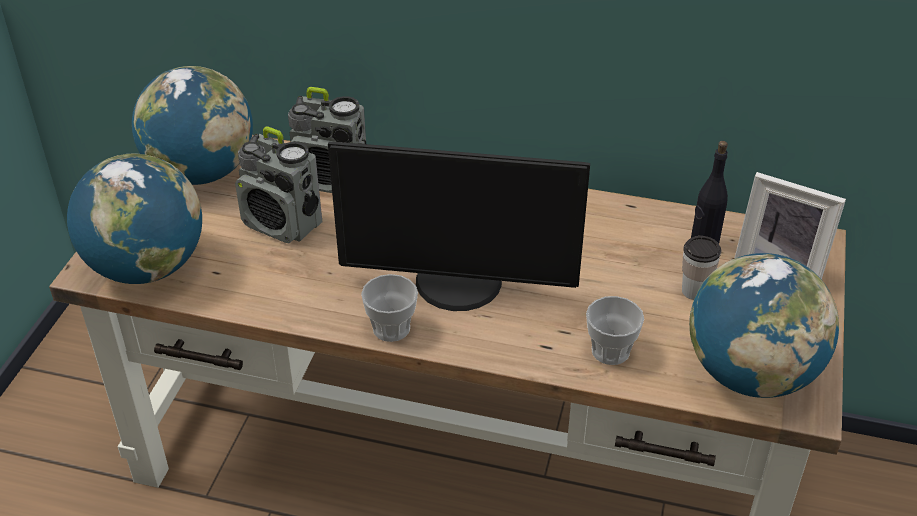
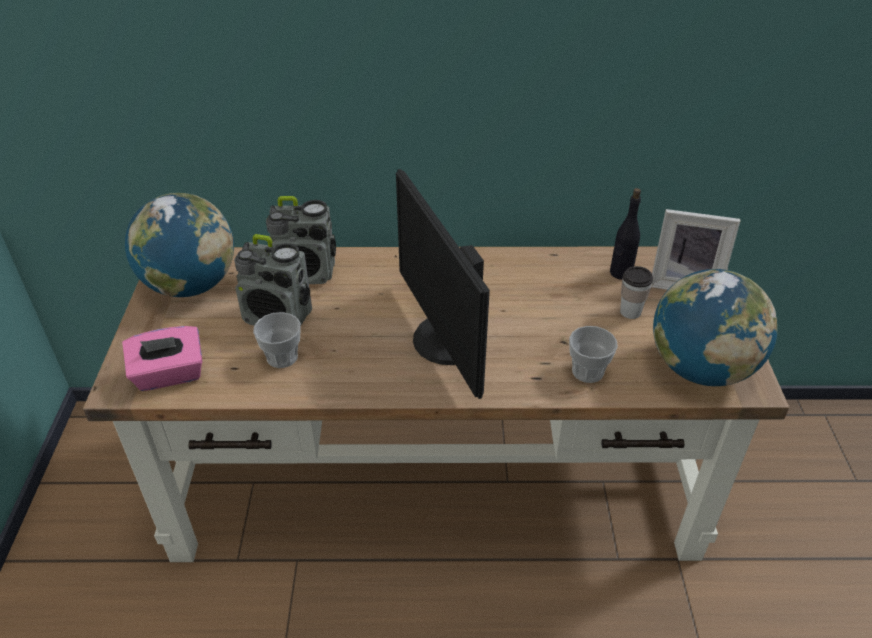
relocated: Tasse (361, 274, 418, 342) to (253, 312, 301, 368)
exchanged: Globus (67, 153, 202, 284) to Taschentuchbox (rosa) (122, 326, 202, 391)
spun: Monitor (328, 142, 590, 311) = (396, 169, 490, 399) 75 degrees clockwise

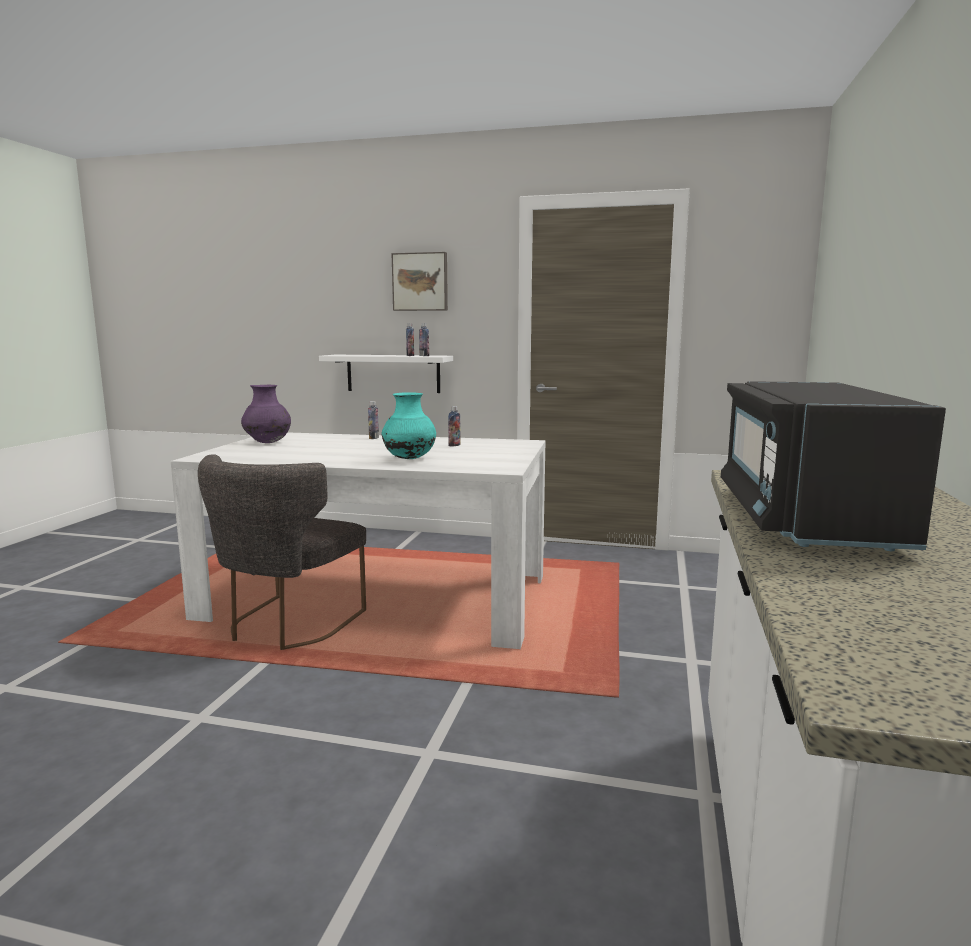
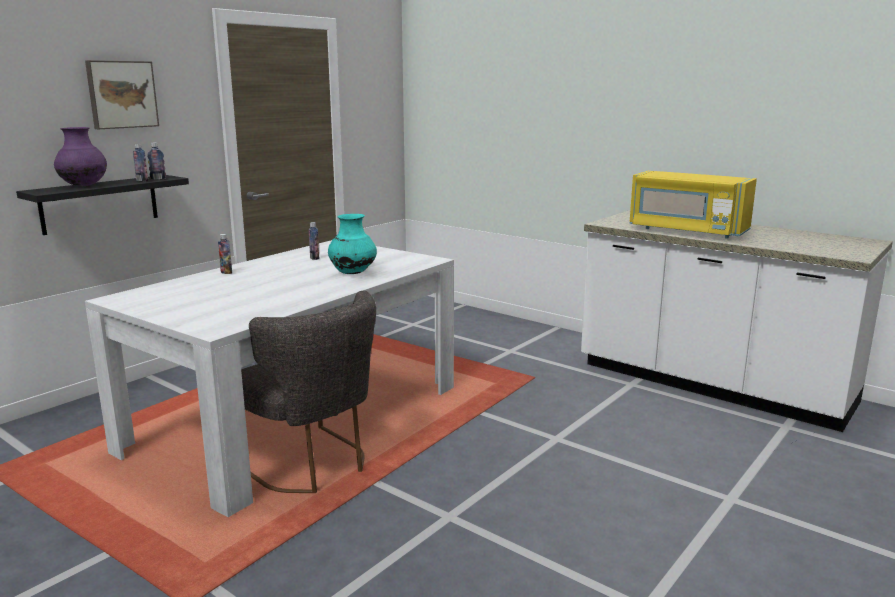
relocated: Vase (lila) (241, 385, 291, 443) to (54, 127, 107, 186)
colour: Wandregal (weiß) (319, 355, 453, 393) to Wandregal (schwarz) (16, 175, 189, 235); Mikrowelle (schwarz) (721, 381, 946, 551) to Mikrowelle (gelb) (629, 171, 757, 239)

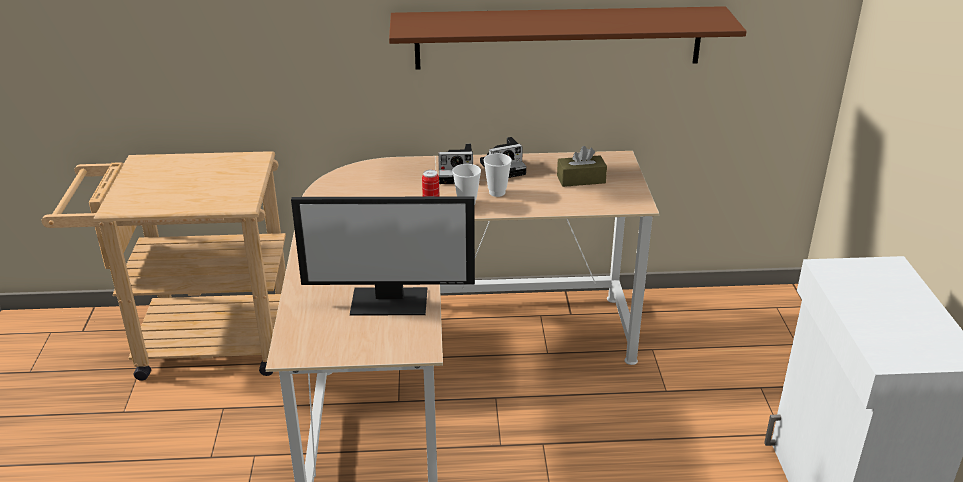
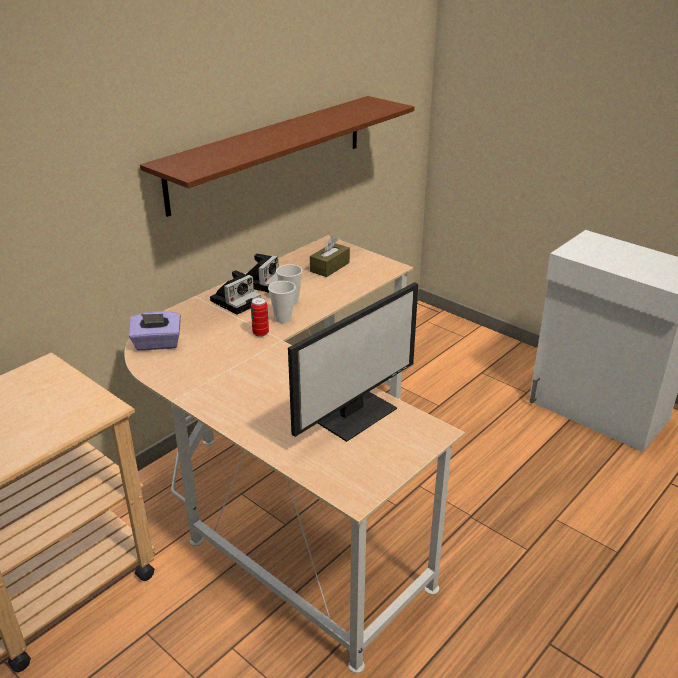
appeared: Taschentuchbox (lila) (129, 311, 181, 351)

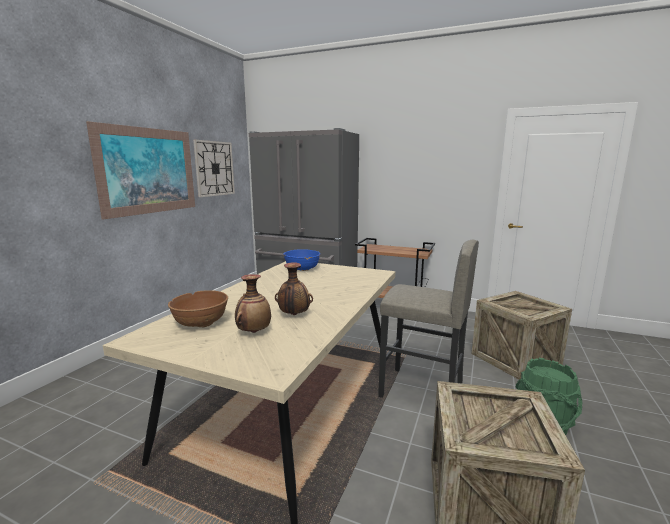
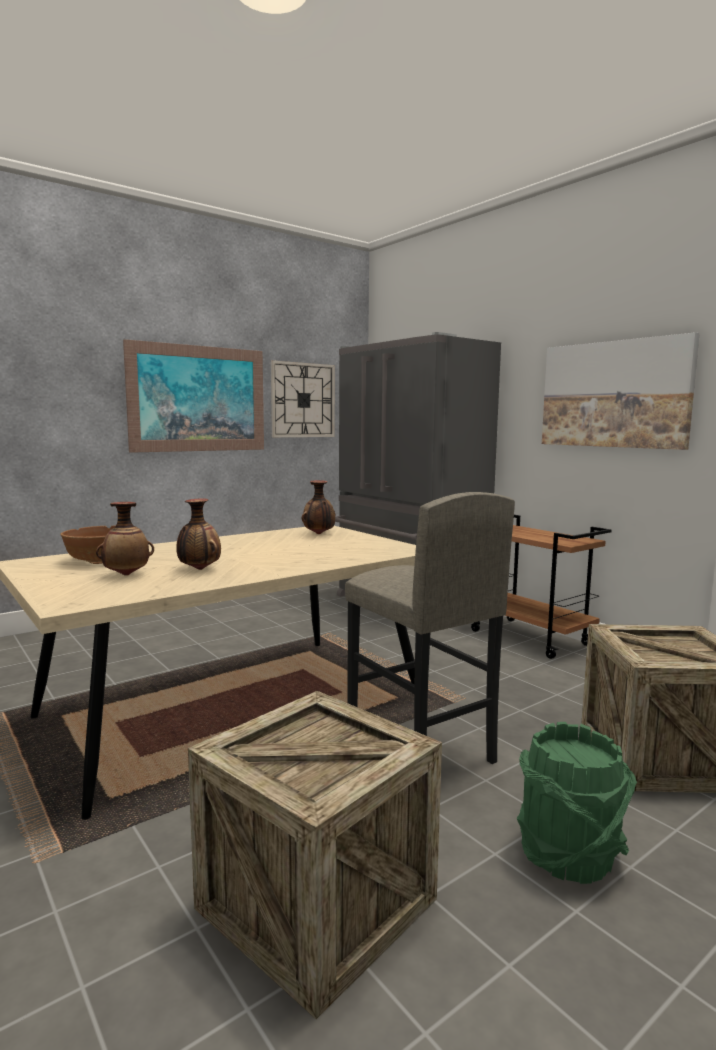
appeared: Bild (542, 332, 700, 450)
exchanged: Schüssel (blau) (283, 249, 321, 271) to Vase (302, 480, 335, 534)

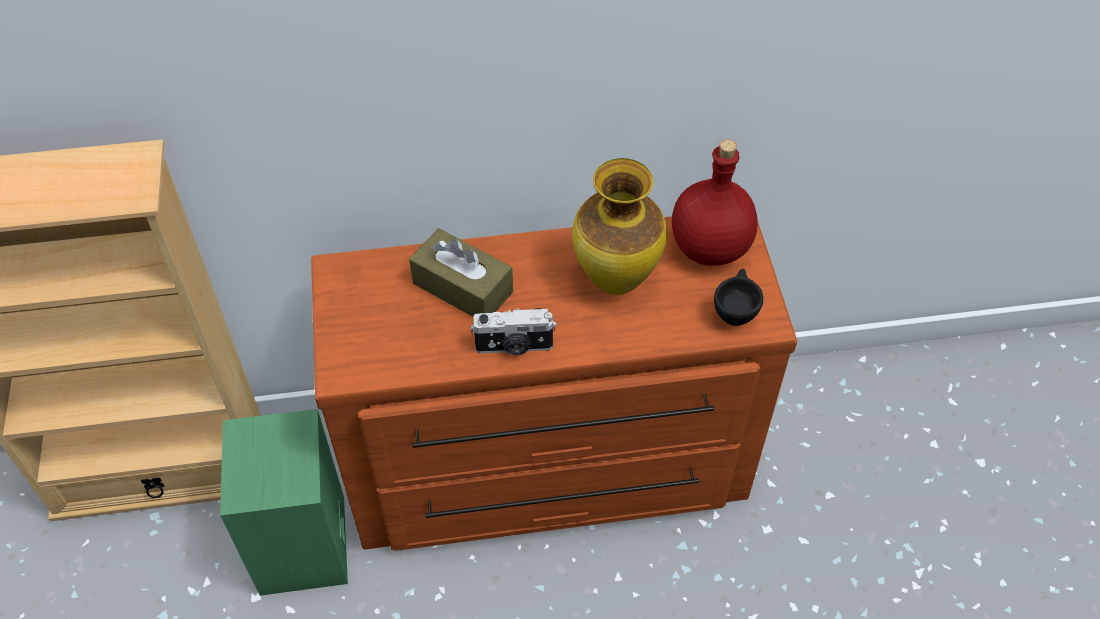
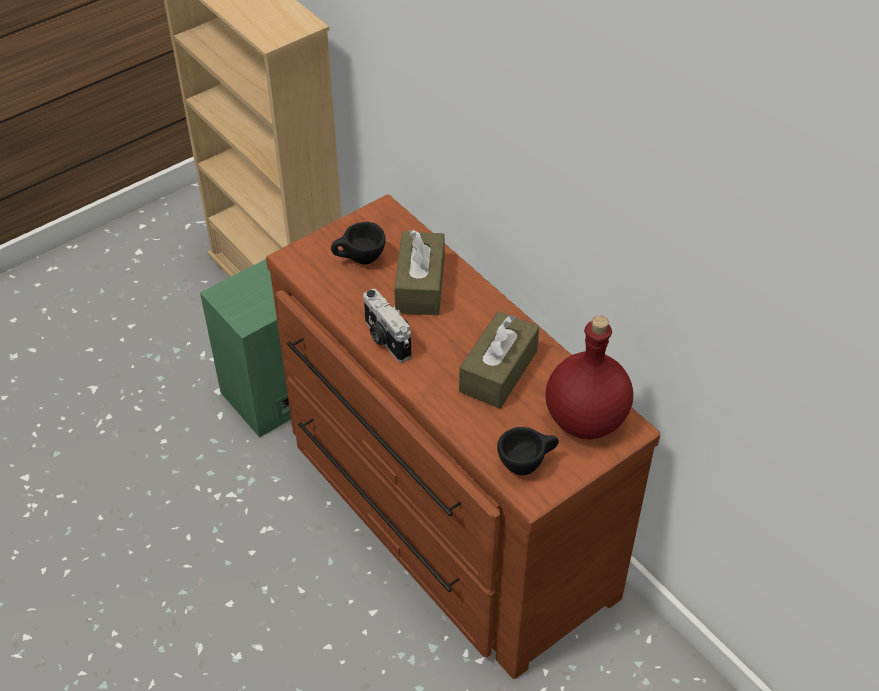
appeared: Tasse (schwarz) (331, 222, 386, 265)
exchanged: Vase (572, 158, 667, 295) to Taschentuchbox (braun) (459, 311, 539, 409)

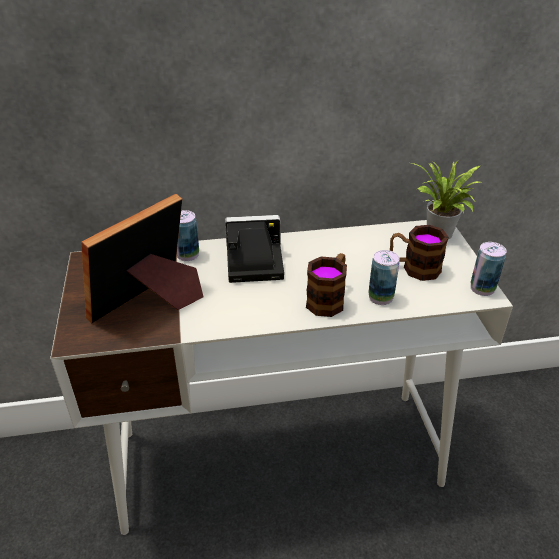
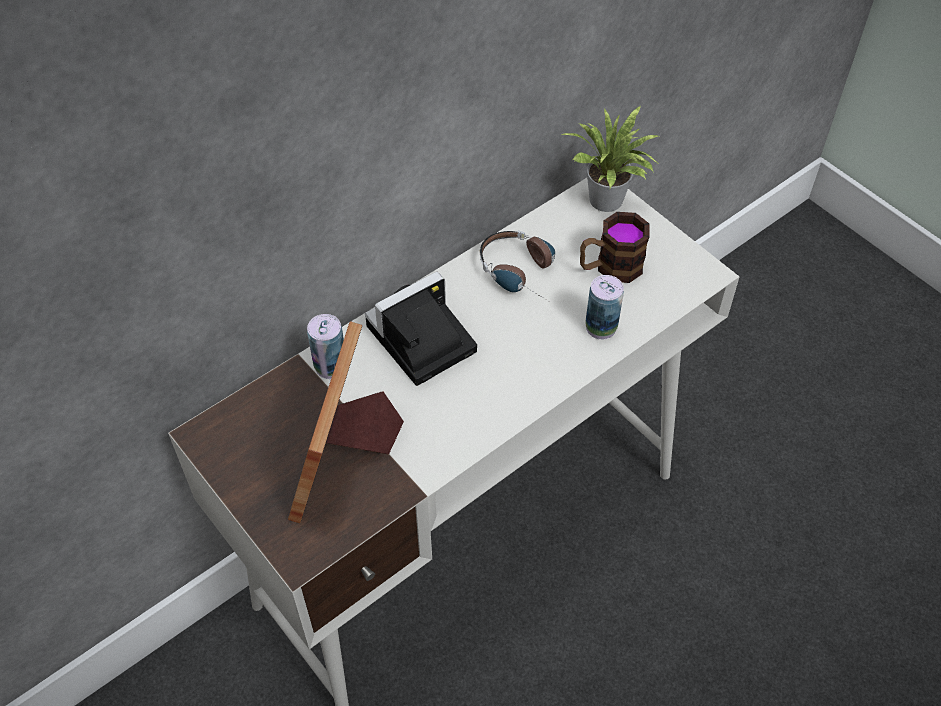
missing: Henkelbecher (306, 253, 347, 317); Dose (471, 242, 507, 296)
appeared: Kopfhörer (479, 230, 555, 296)

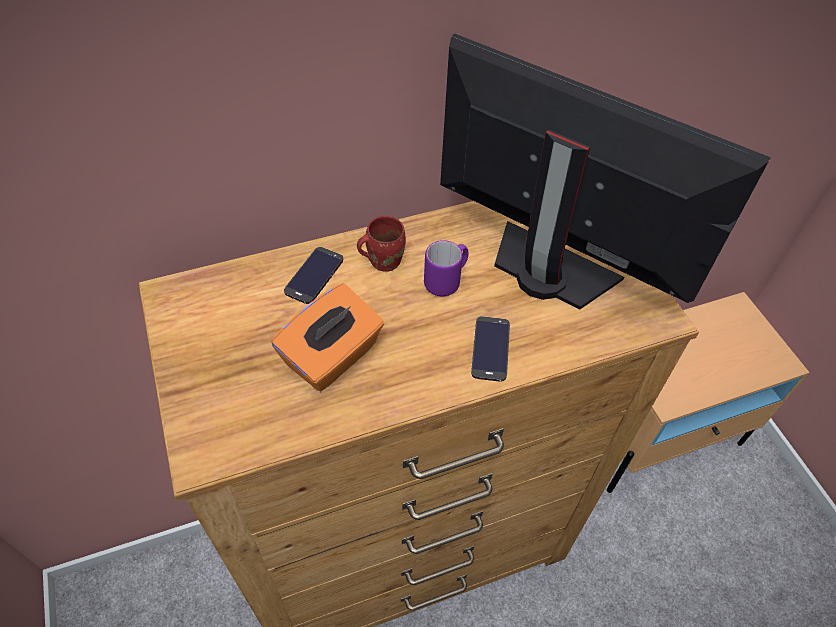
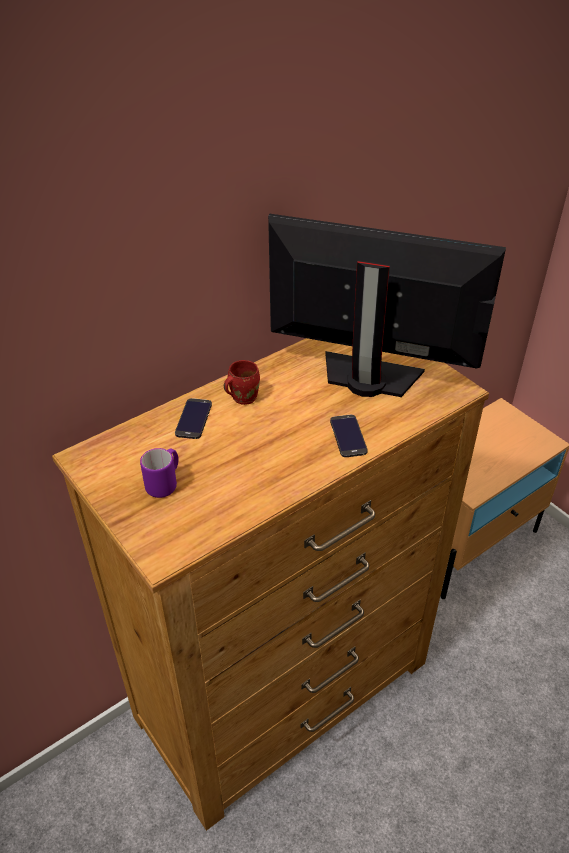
missing: Taschentuchbox (orange) (271, 284, 384, 391)
relocated: Henkelbecher (lila) (424, 240, 469, 296) to (140, 448, 179, 498)

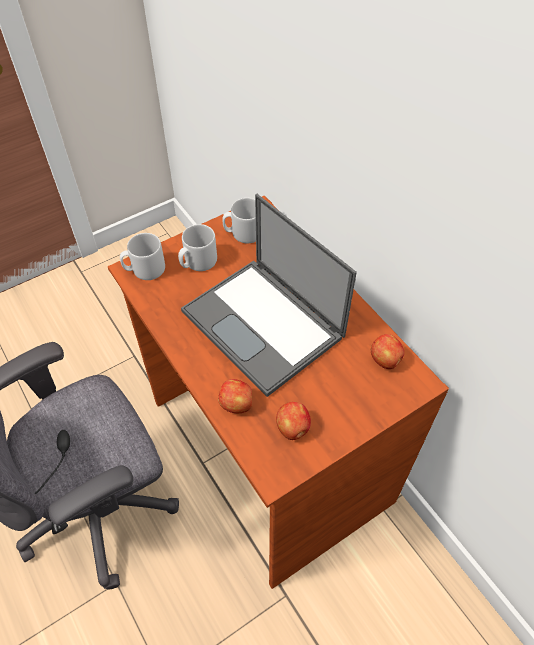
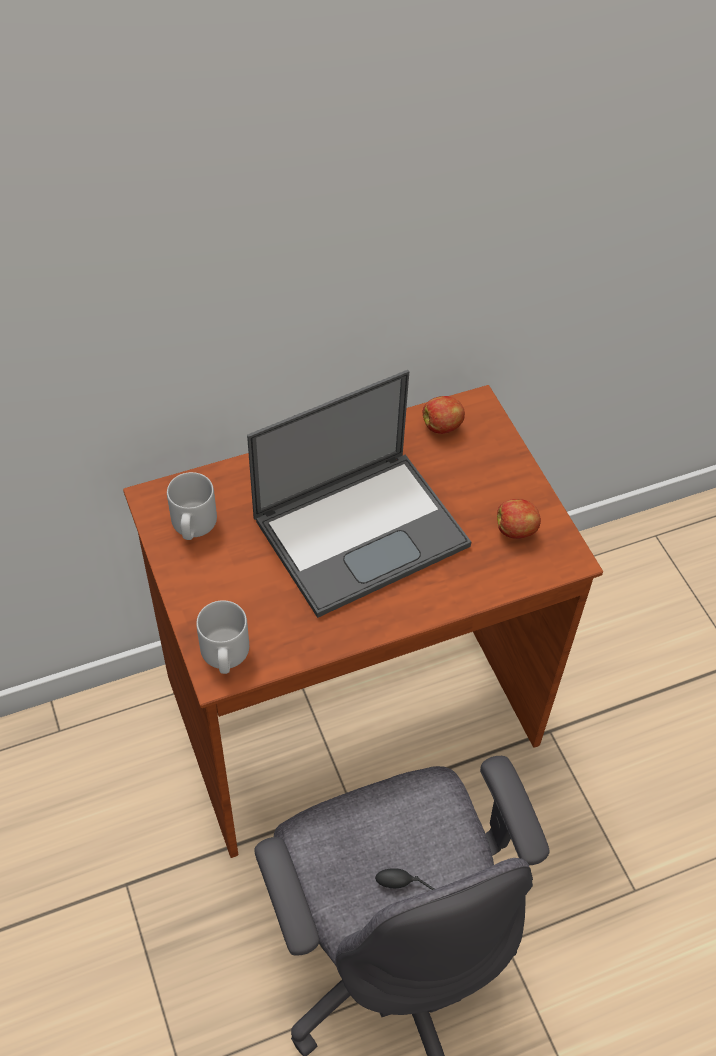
missing: Henkelbecher (grau) (178, 224, 217, 271); Apfel (218, 379, 252, 413)

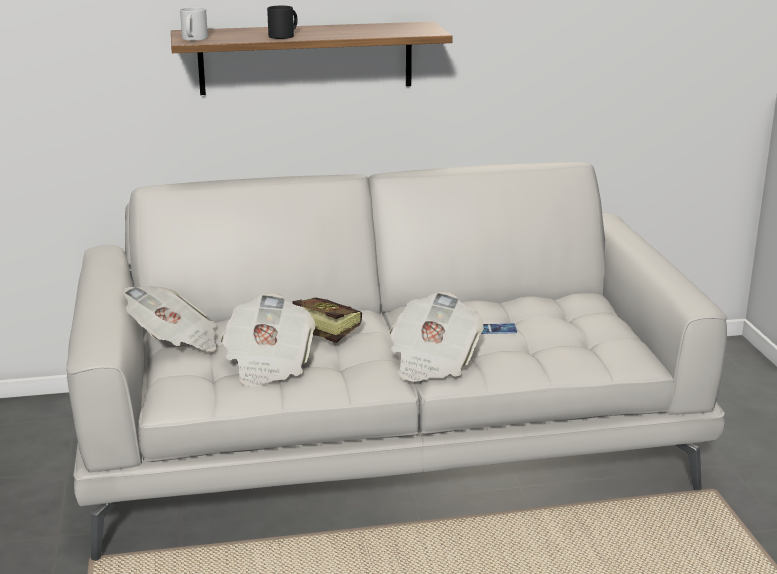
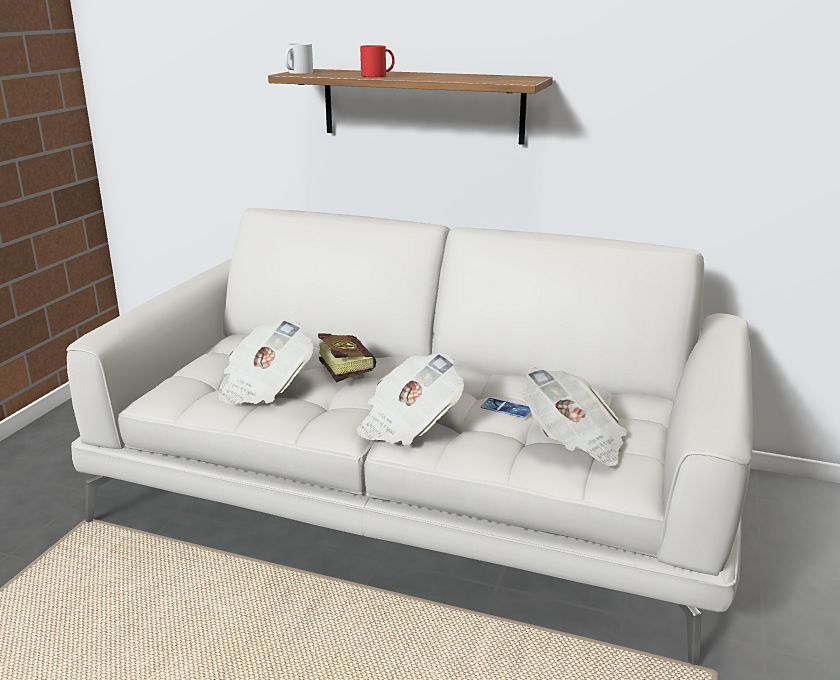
relocated: Zeitung (123, 286, 216, 352) to (522, 368, 627, 466)
colour: Henkelbecher (schwarz) (267, 6, 298, 39) to Henkelbecher (rot) (360, 45, 395, 77)

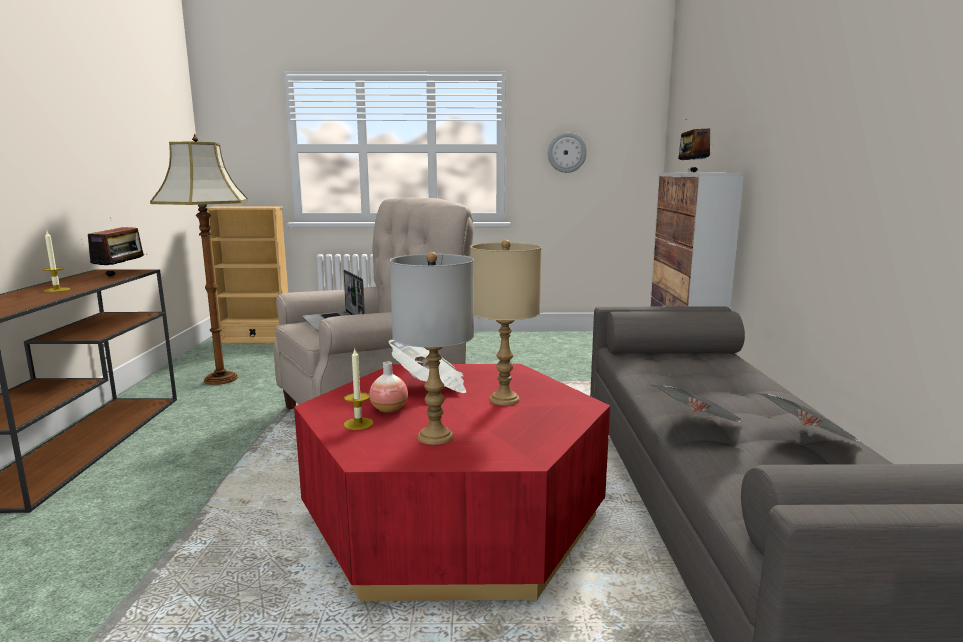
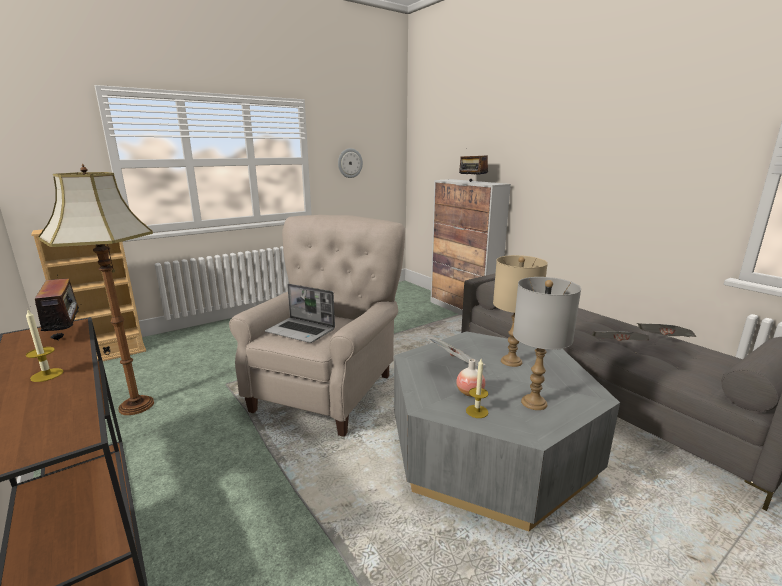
colour: Couchtisch (rot) (294, 364, 610, 601) to Couchtisch (grau) (394, 331, 620, 531)

